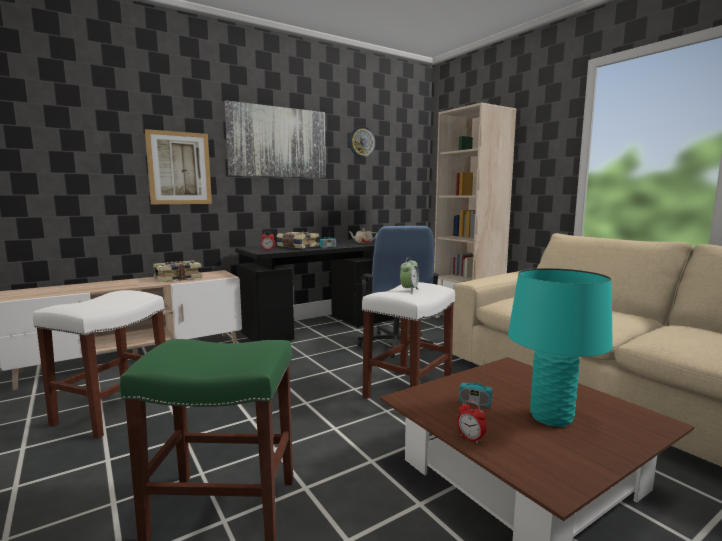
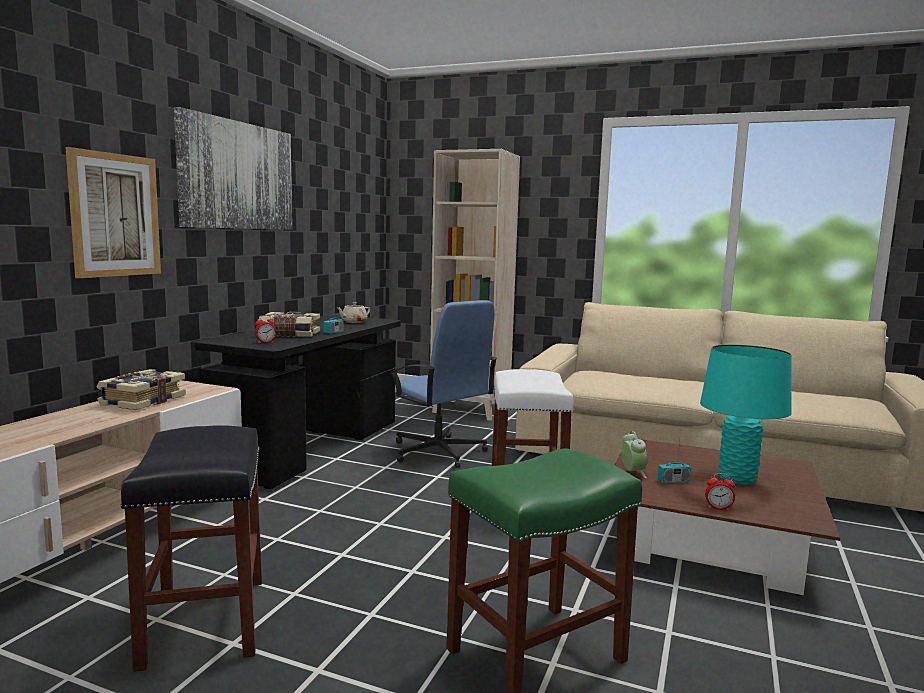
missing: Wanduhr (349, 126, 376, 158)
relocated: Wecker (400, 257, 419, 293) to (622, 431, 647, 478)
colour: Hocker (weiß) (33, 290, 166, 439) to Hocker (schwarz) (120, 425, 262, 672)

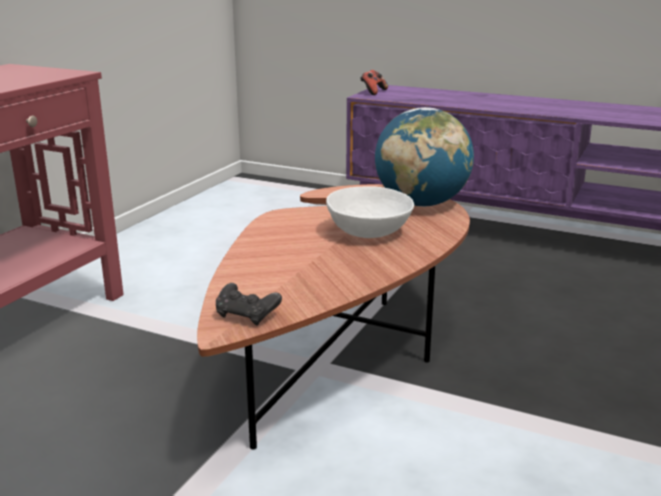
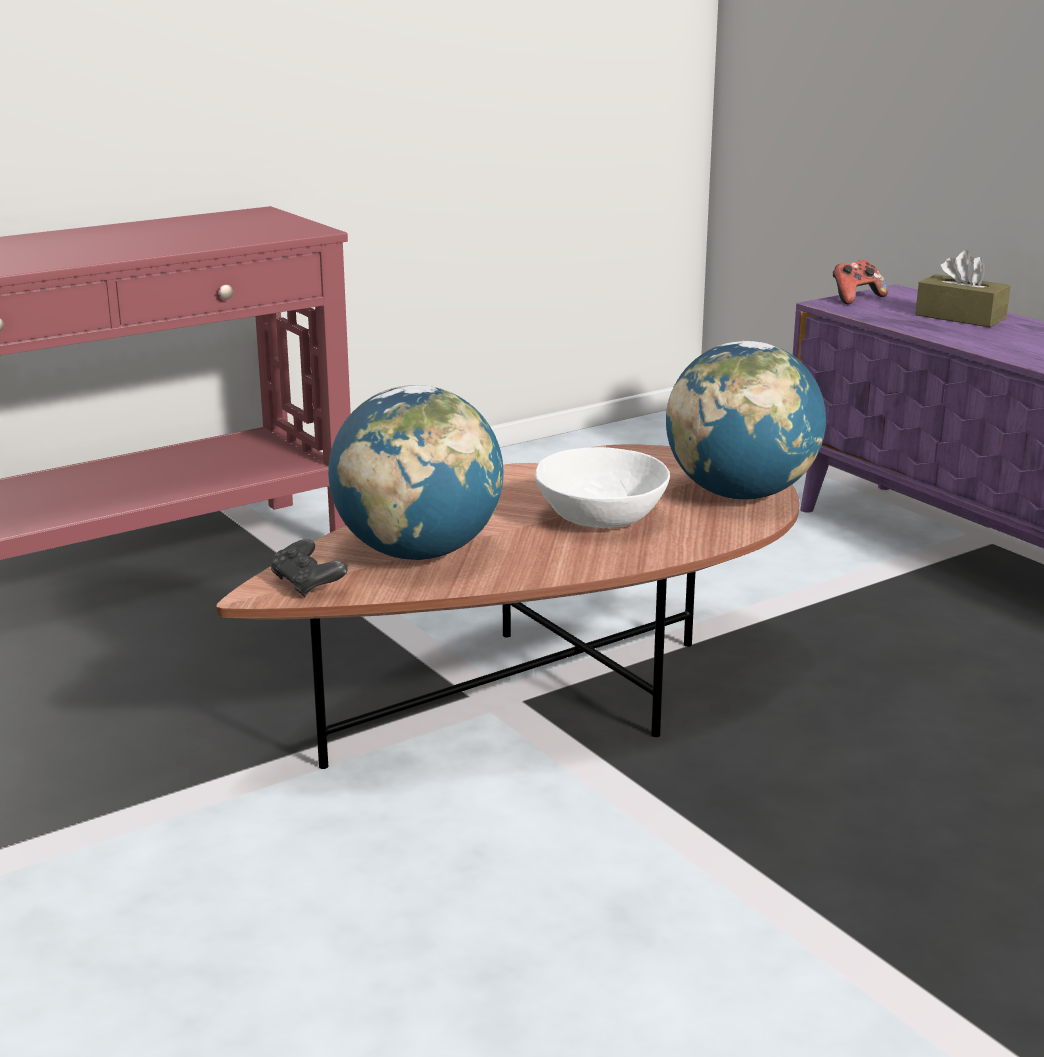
appeared: Globus (328, 385, 504, 560); Taschentuchbox (braun) (915, 250, 1011, 327)

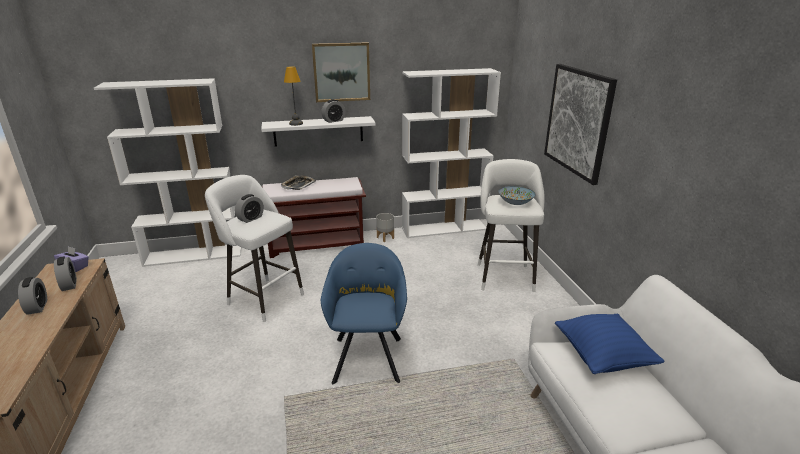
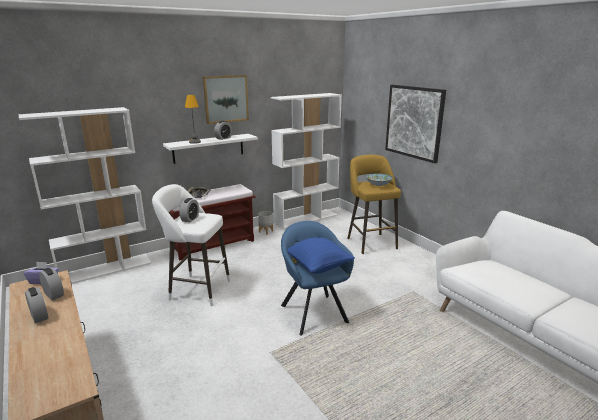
relocated: Kissen (blau) (555, 314, 665, 374) to (288, 237, 355, 274)
colour: Hocker (weiß) (478, 159, 545, 292) to Hocker (gelb) (347, 155, 401, 254)

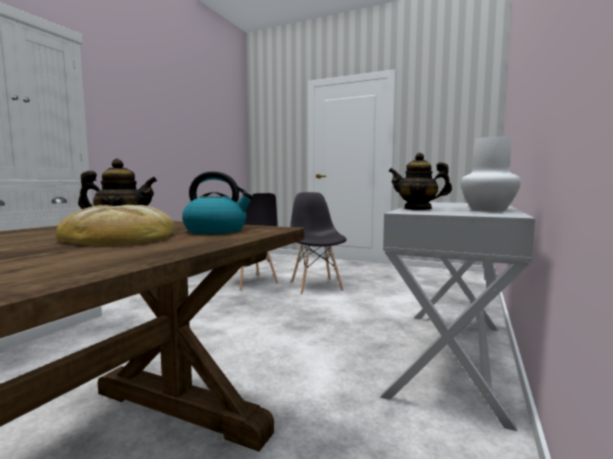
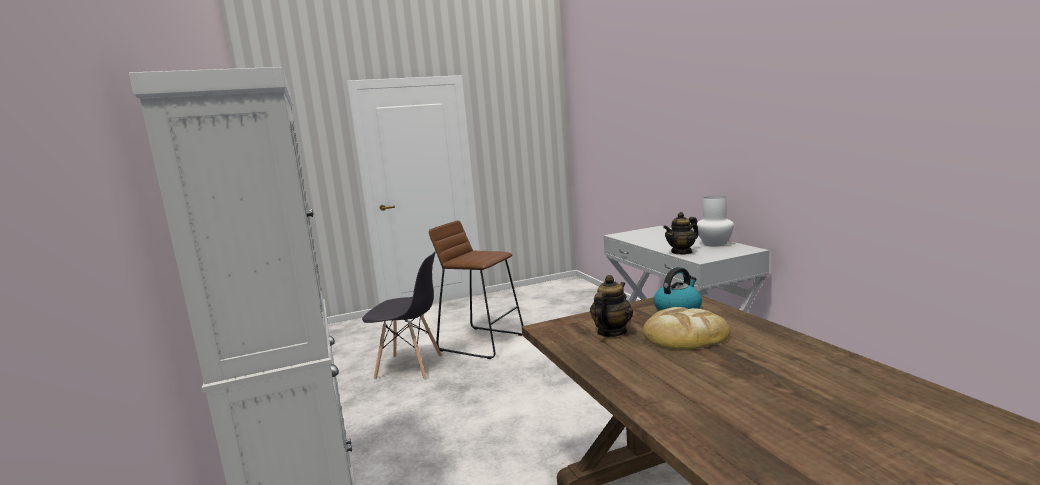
exchanged: Stuhl (grau) (290, 192, 347, 294) to Hocker (braun) (429, 220, 523, 359)

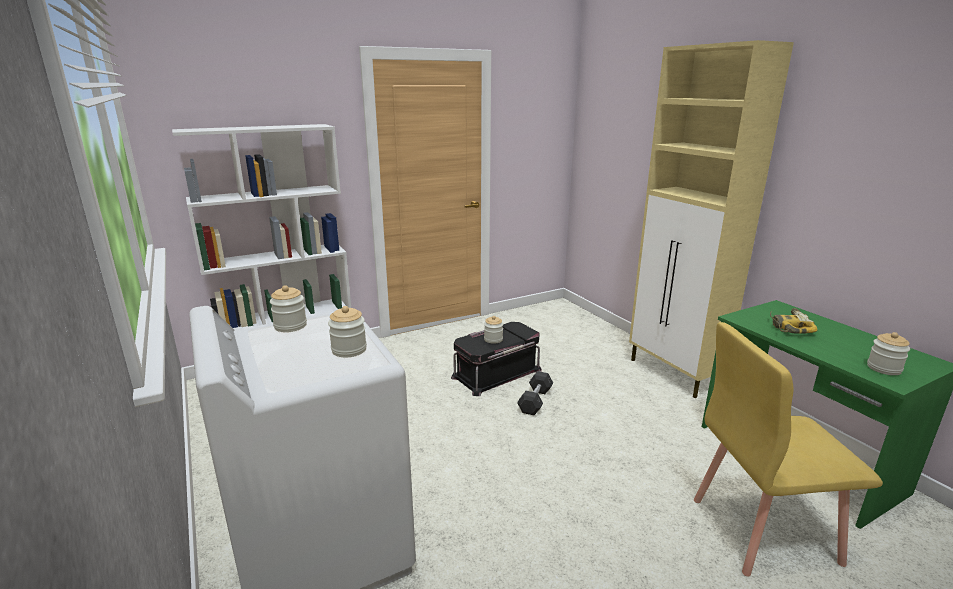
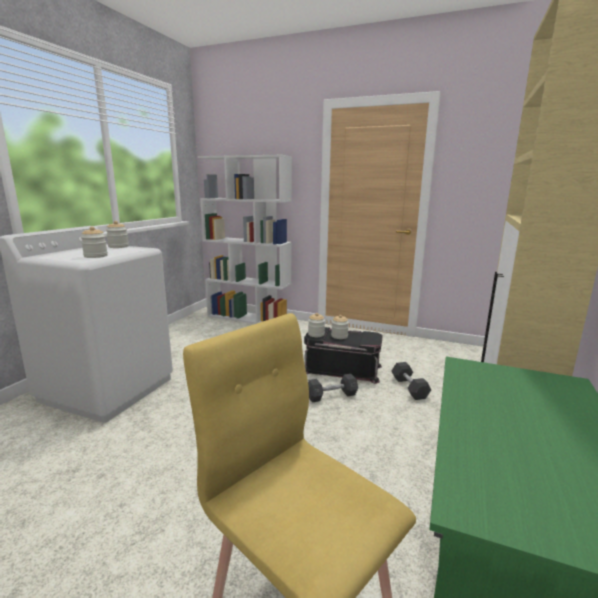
missing: Bohrmaschine (770, 308, 818, 334)
appeared: Hantel (grau) (391, 362, 431, 400)
relocated: Vorratsglas (867, 332, 910, 375) to (308, 313, 325, 337)

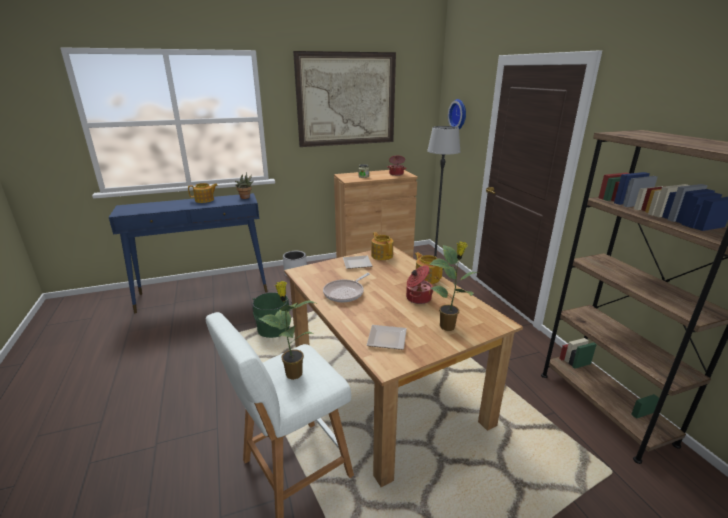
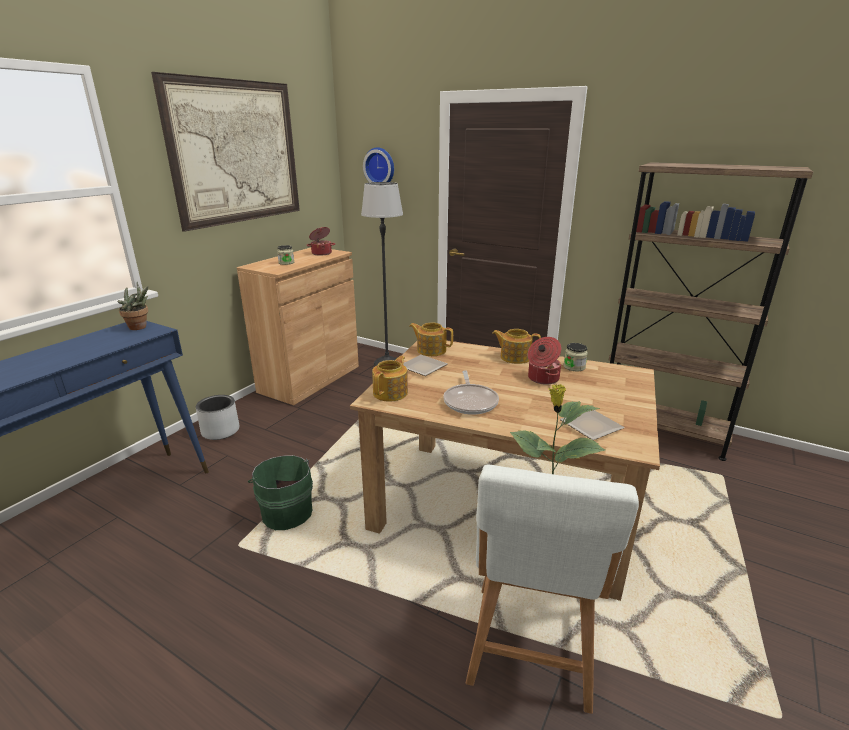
missing: Topfpflanze (429, 241, 478, 331)
appeared: Vorratsglas (564, 343, 588, 371)
relocated: Teekanne (188, 183, 218, 203) to (372, 356, 408, 402)

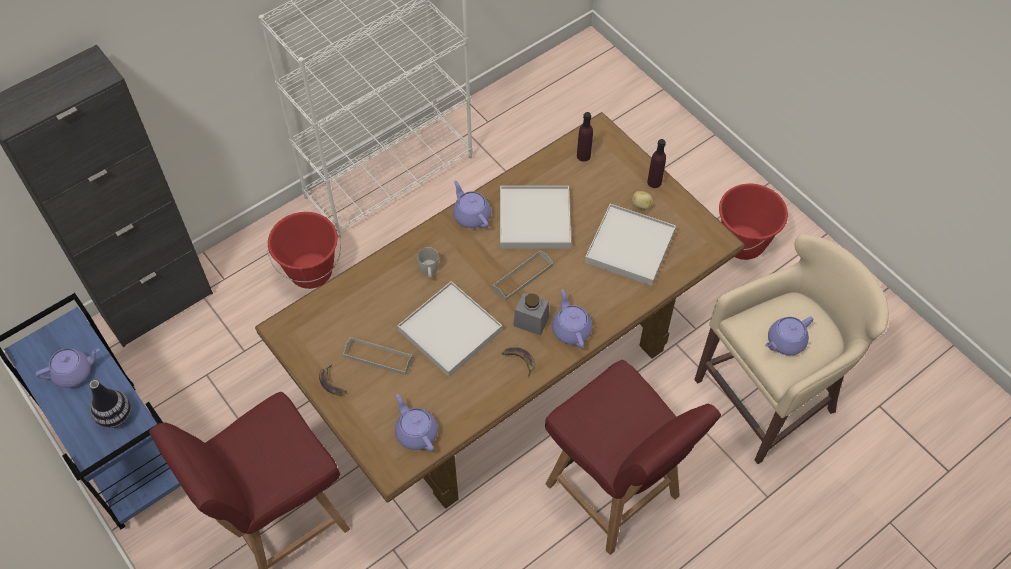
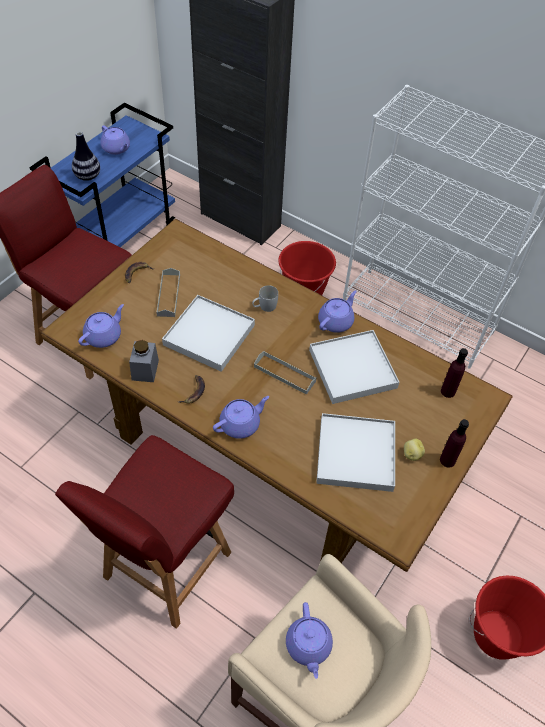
relocated: Vorratsglas (grau) (513, 293, 549, 335) to (129, 340, 159, 382)
spun: Teekanne (lila) (765, 316, 813, 355) = (286, 602, 333, 679) 135 degrees counterclockwise

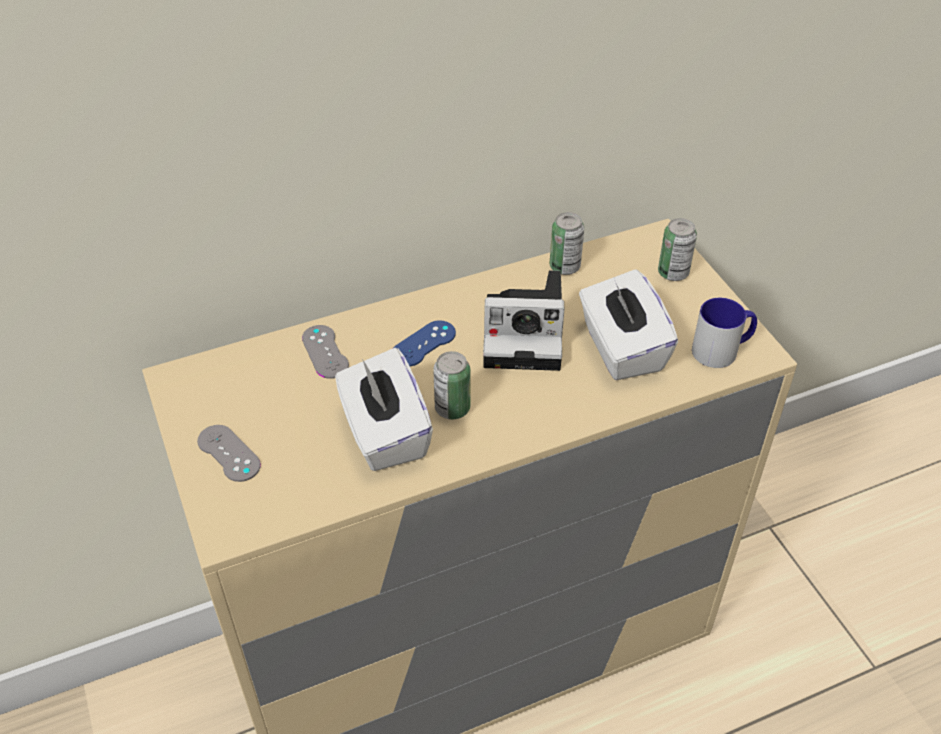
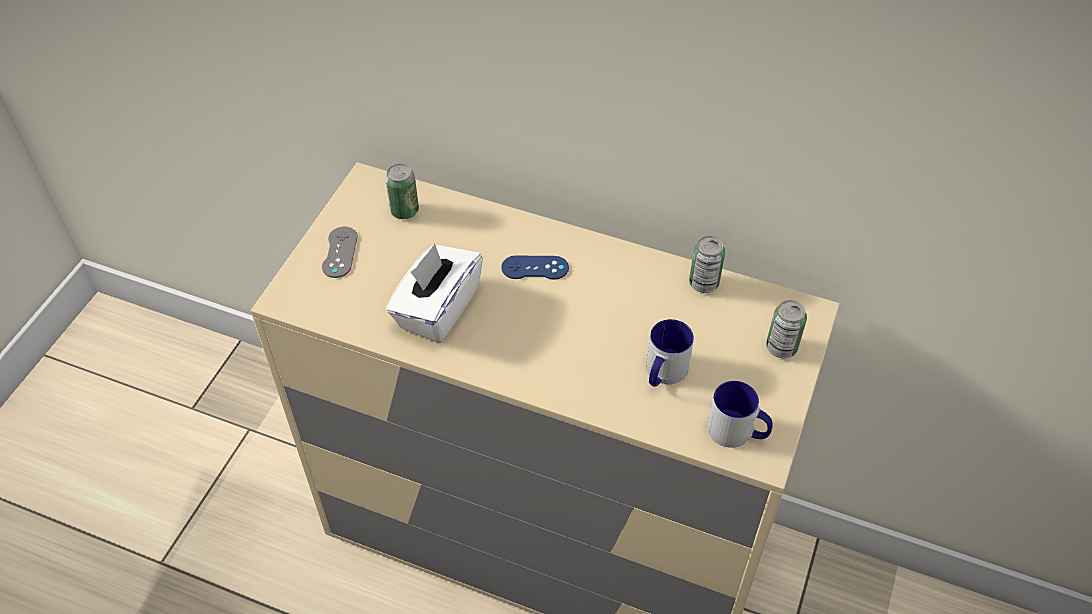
missing: Gamepad (grau) (302, 325, 349, 379); Kamera (483, 270, 564, 371)
relocated: Dose (433, 351, 470, 419) to (385, 164, 419, 219)
exchanged: Taschentuchbox (weiß) (579, 269, 678, 380) to Henkelbecher (647, 319, 694, 387)

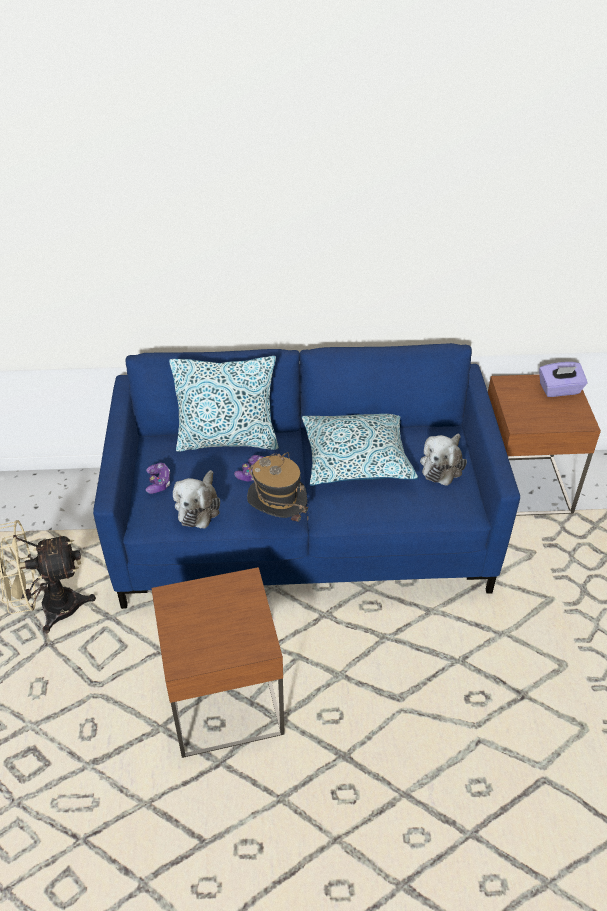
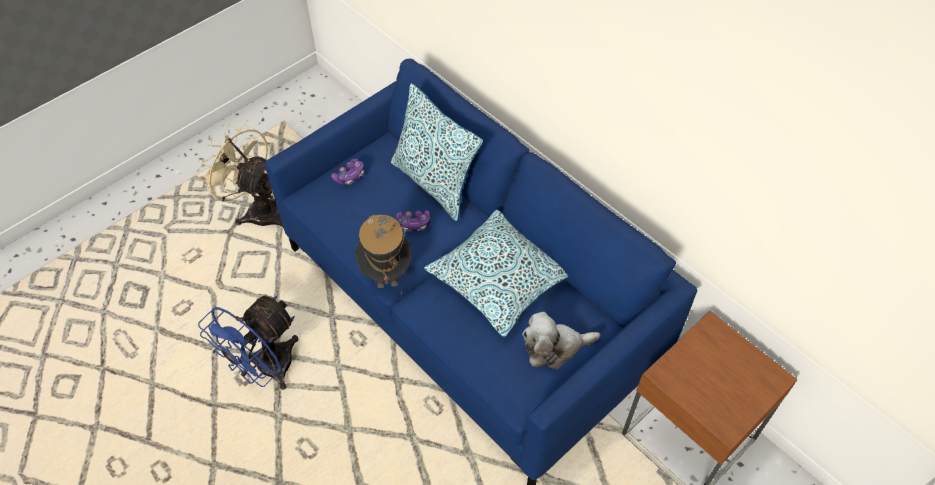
missing: Plüschtier (173, 470, 220, 529); Taschentuchbox (lila) (539, 362, 588, 397)
exchanged: Beistelltisch (braun) (151, 567, 285, 758) to Ventilator (blau) (198, 296, 299, 390)

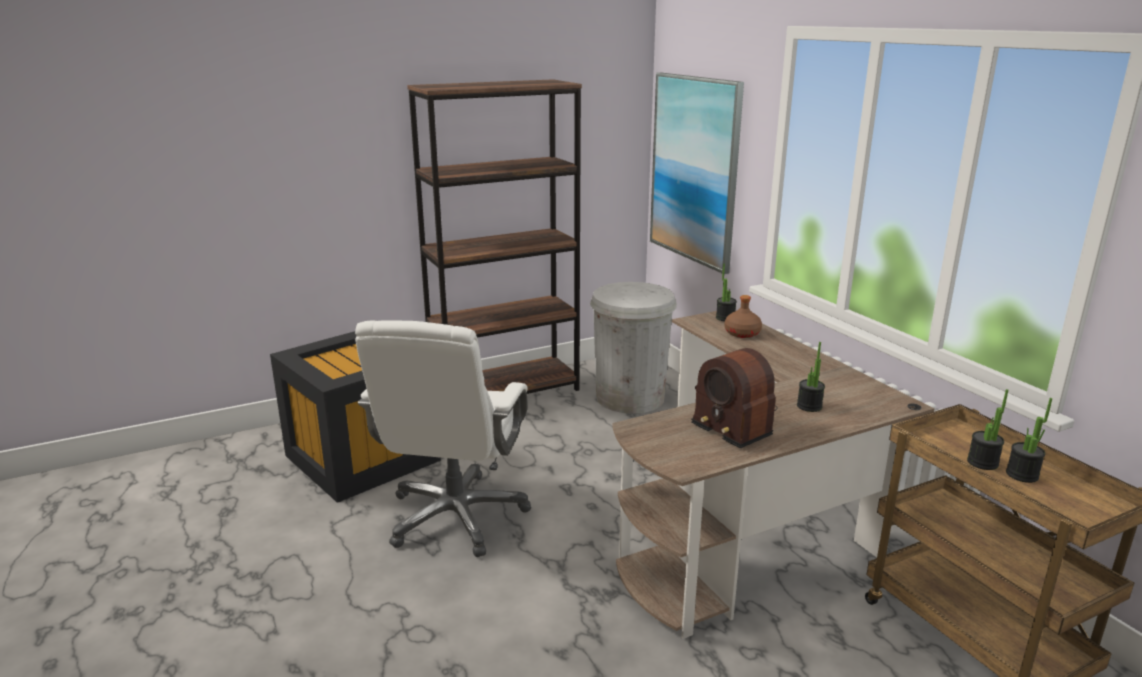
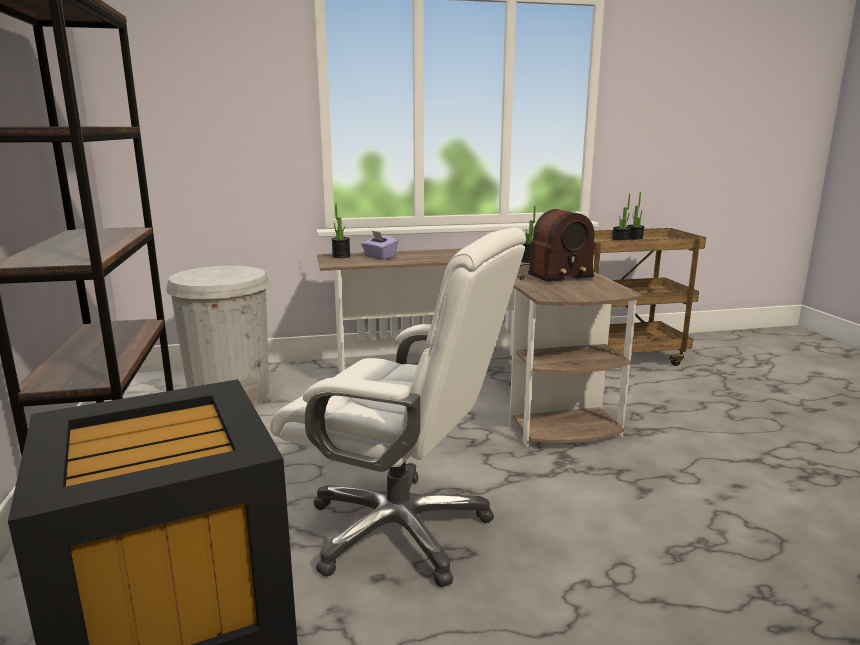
missing: Bild (650, 73, 744, 274)
exchanged: Flasche (braun) (724, 295, 762, 338) to Taschentuchbox (lila) (361, 231, 398, 260)

